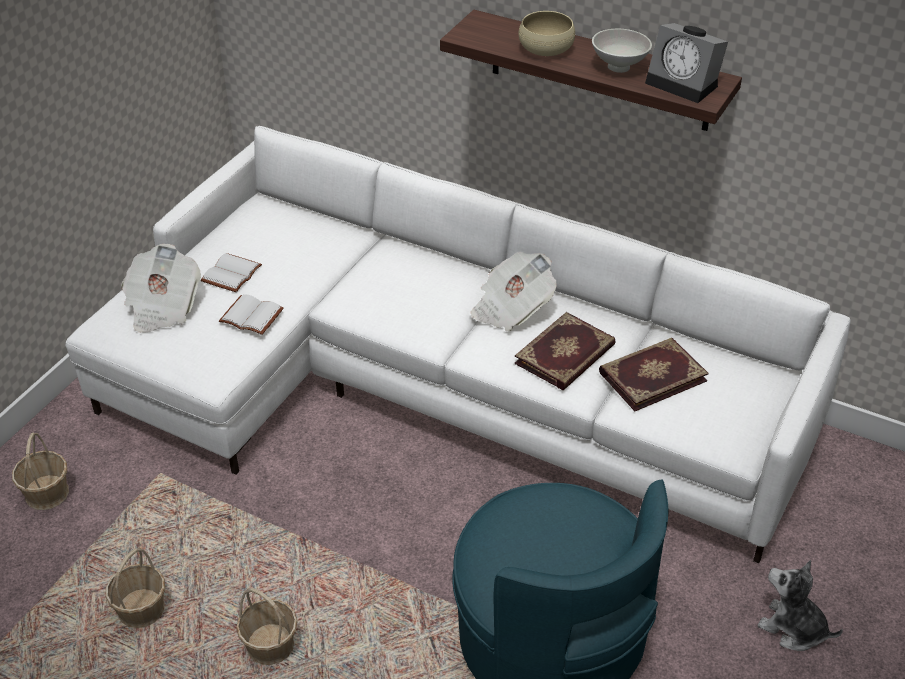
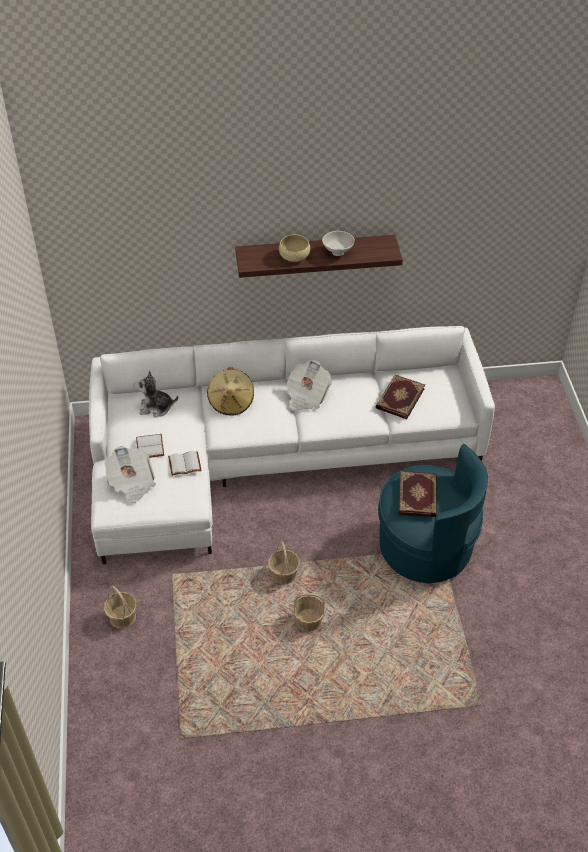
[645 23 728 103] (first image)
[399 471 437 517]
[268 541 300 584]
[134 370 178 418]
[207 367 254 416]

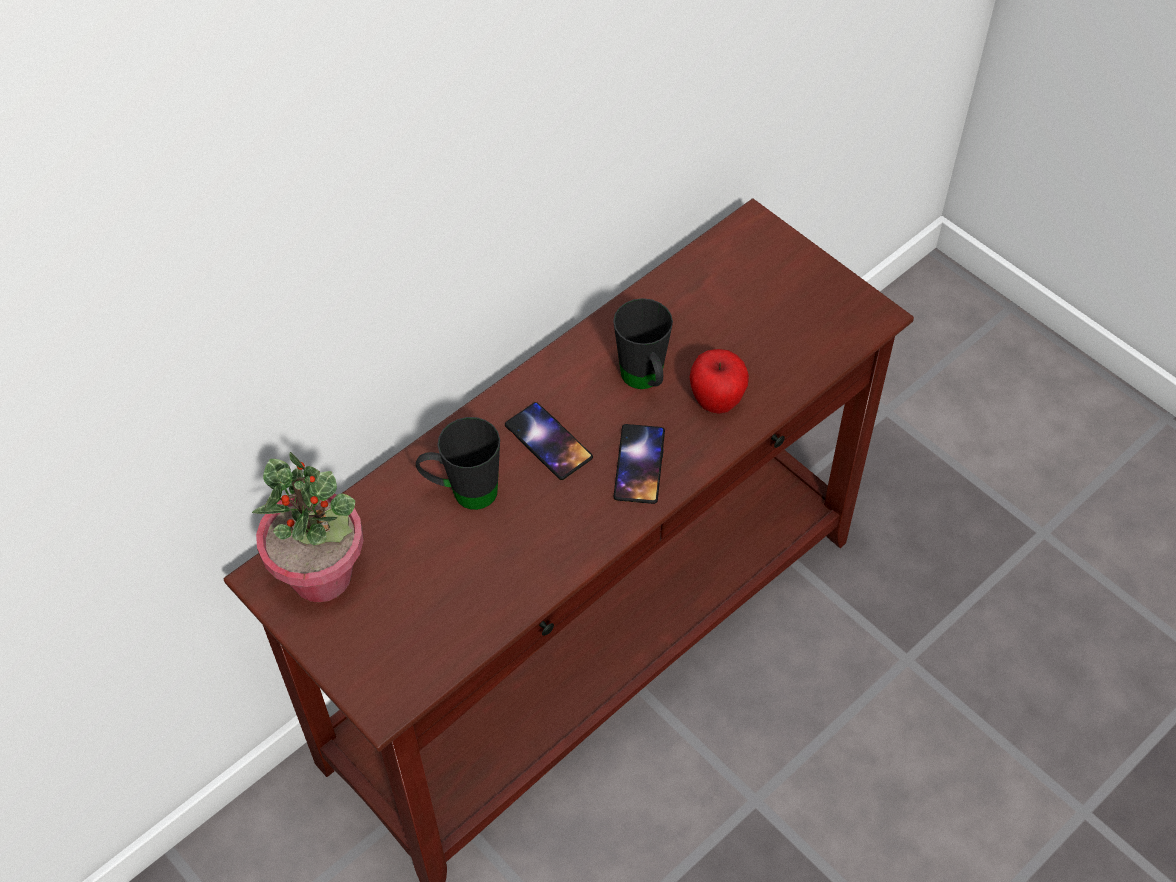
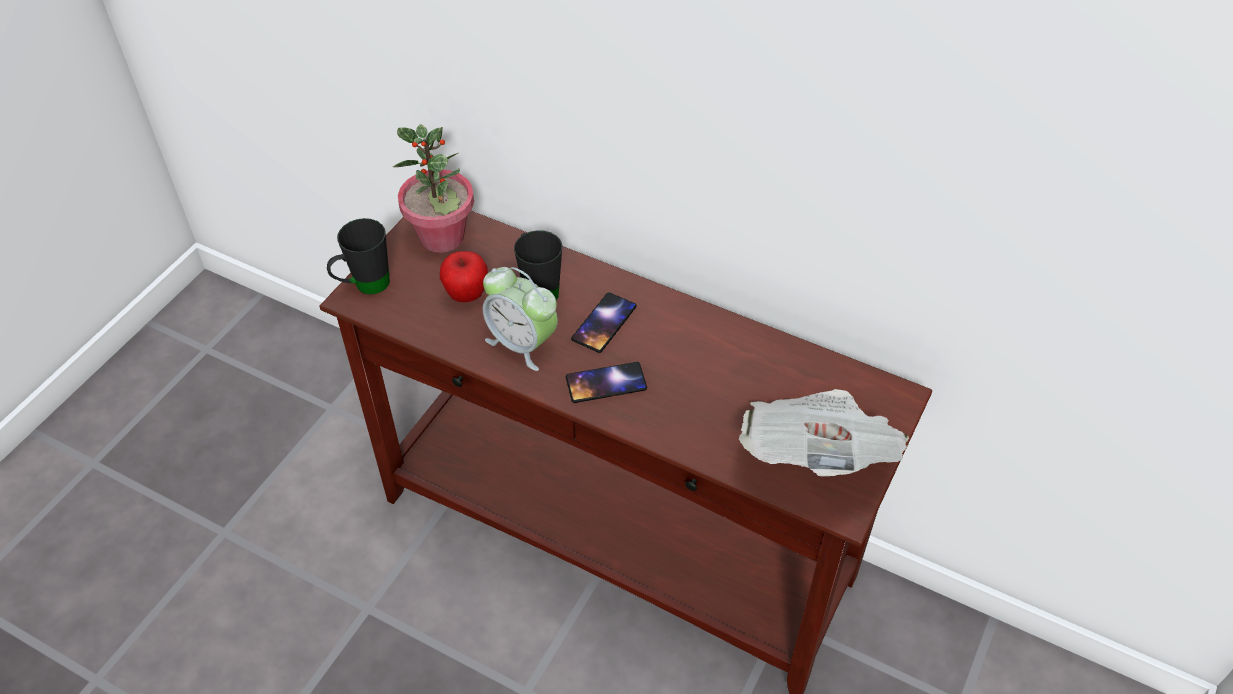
[327 218 390 294]
[440 251 488 302]
[483 267 558 371]
[739 389 909 476]

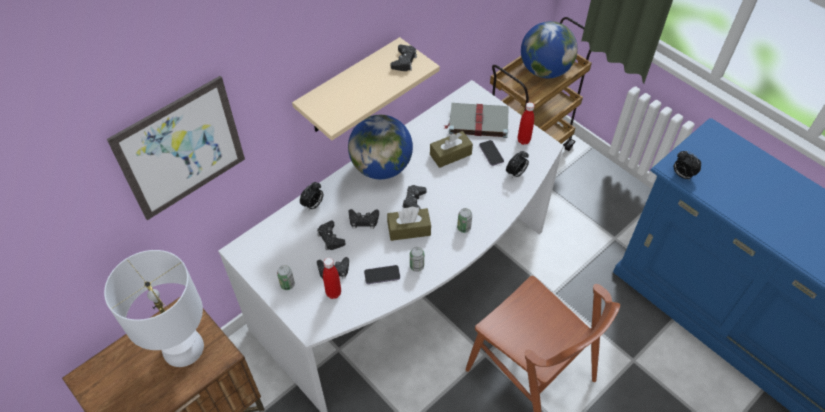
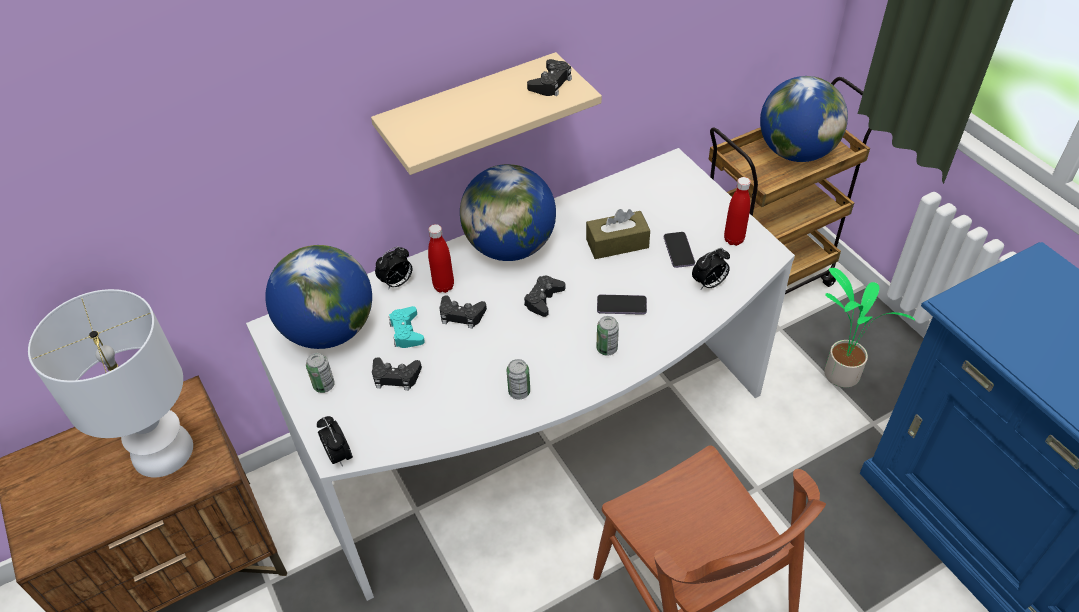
[107 76 245 220] (first image)
[444 103 509 138] (first image)
[317 416 353 467]
[387 207 431 241] (first image)
[389 306 425 348]
[428 224 454 293]
[597 295 647 315]
[265 245 372 349]
[824 268 915 388]

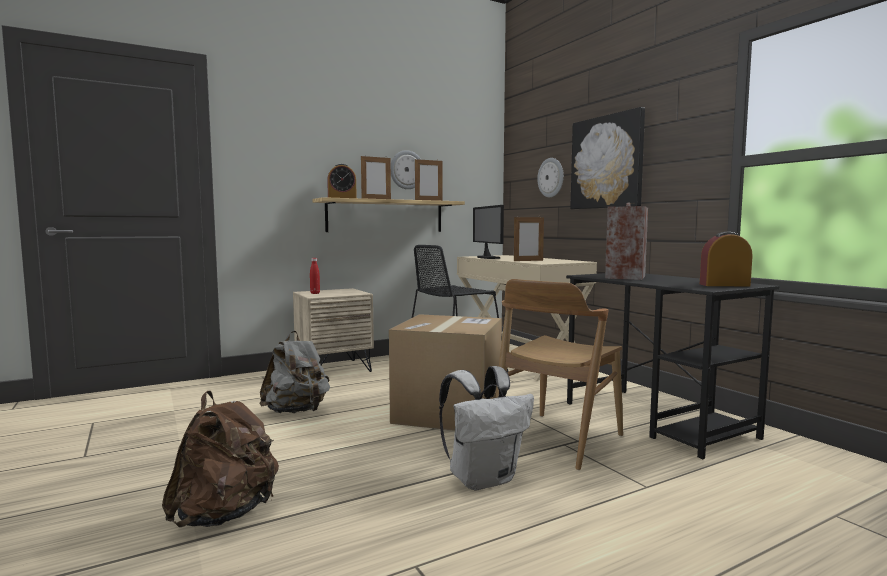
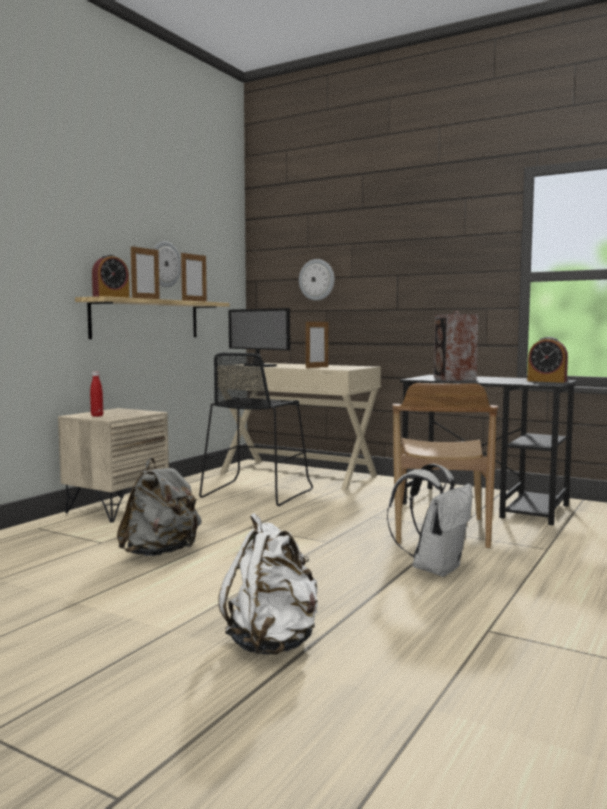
[570 107 645 209] (first image)
[527 337 568 383]
[389 314 502 431] (first image)
[218 513 318 655]

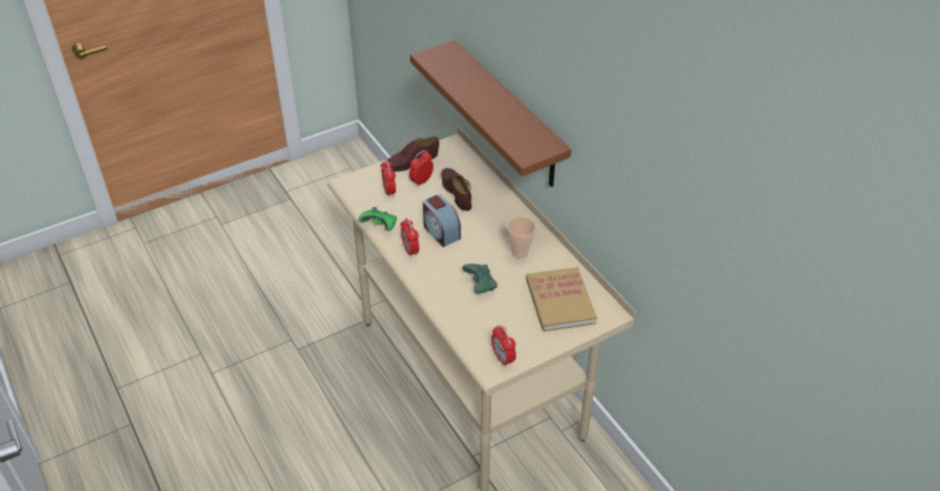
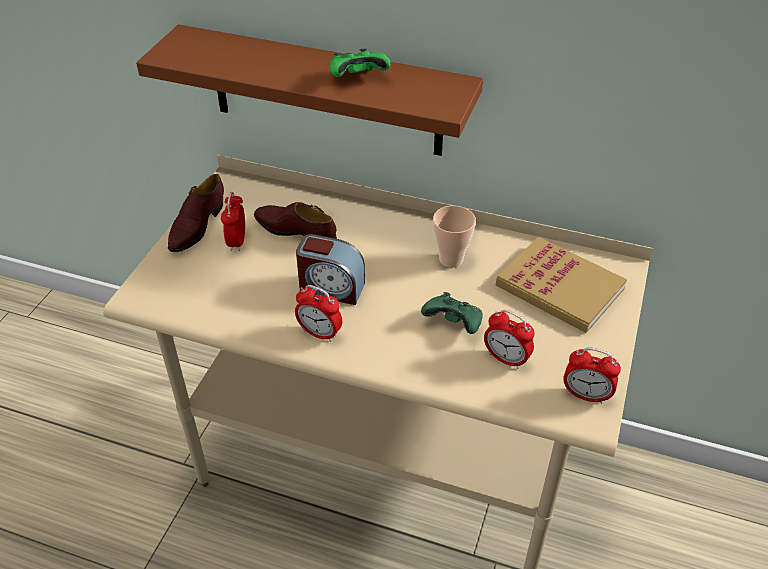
[484 310 534 369]
[330 48 391 77]

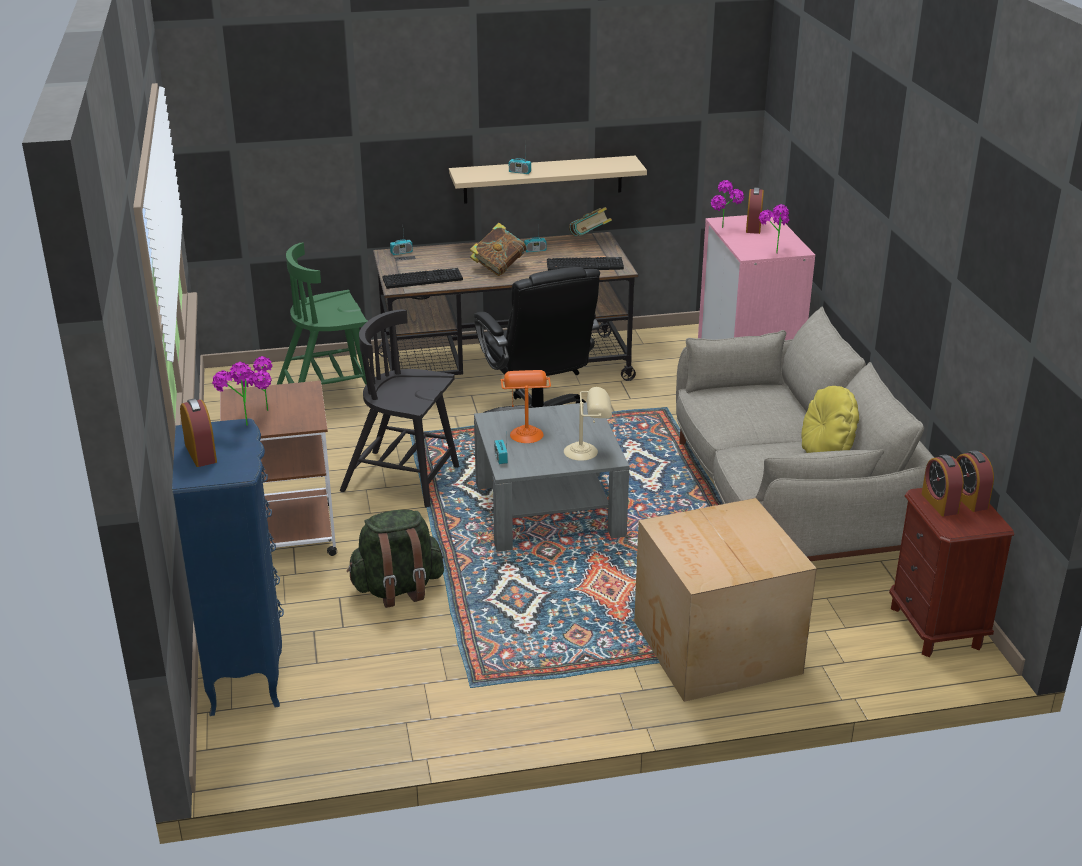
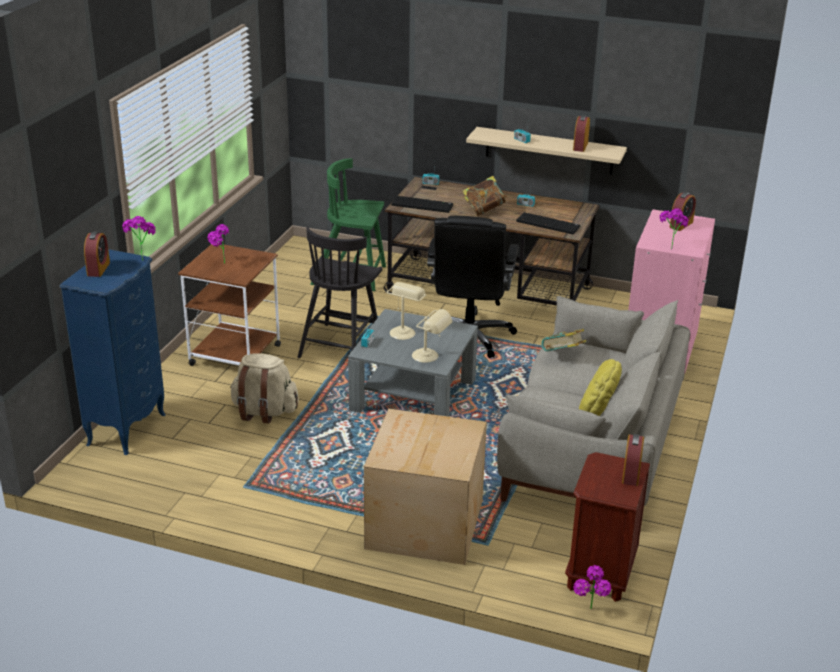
[573 565 611 609]
[541 329 586 352]
[298 227 382 358]
[386 282 426 340]
[573 115 590 152]
[230 353 299 424]

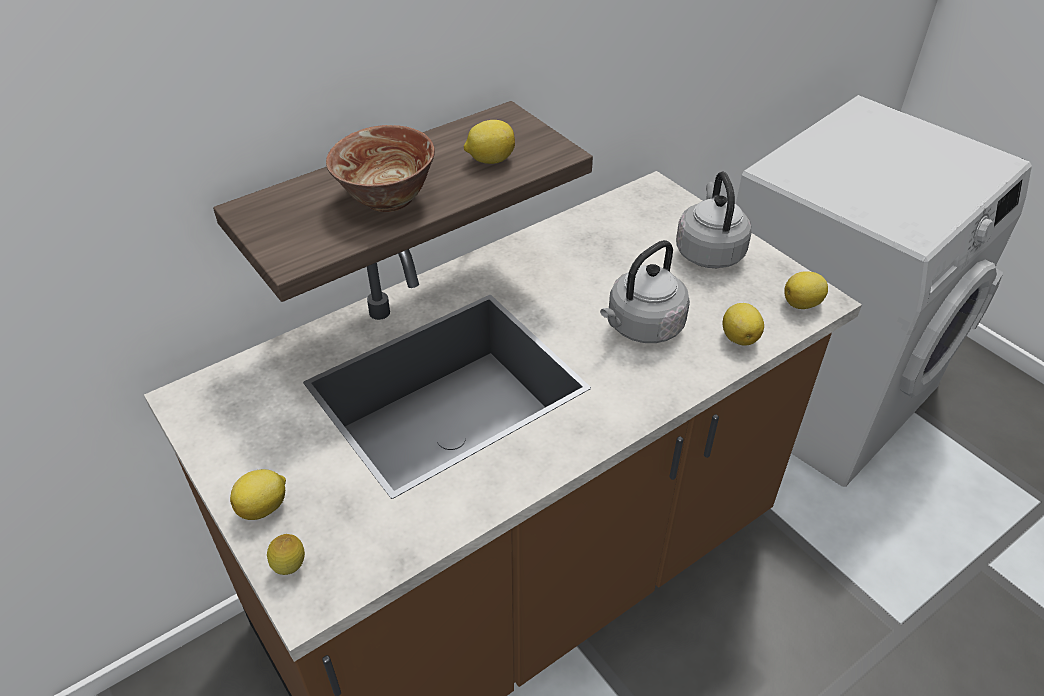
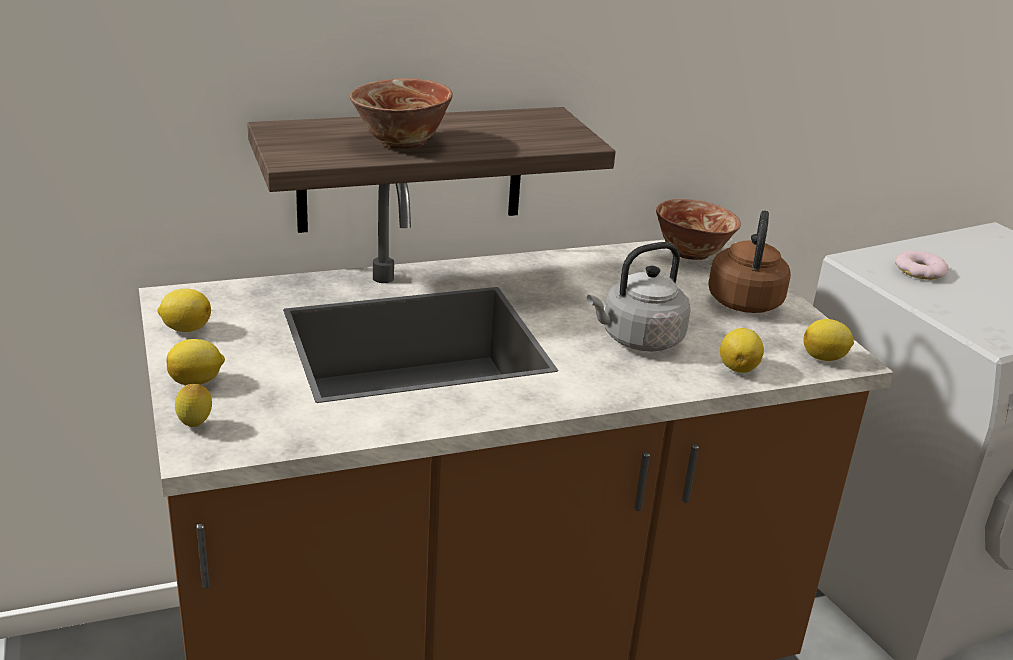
[157 289 211 332]
[708 210 791 313]
[656 199 741 260]
[895 251 949 280]

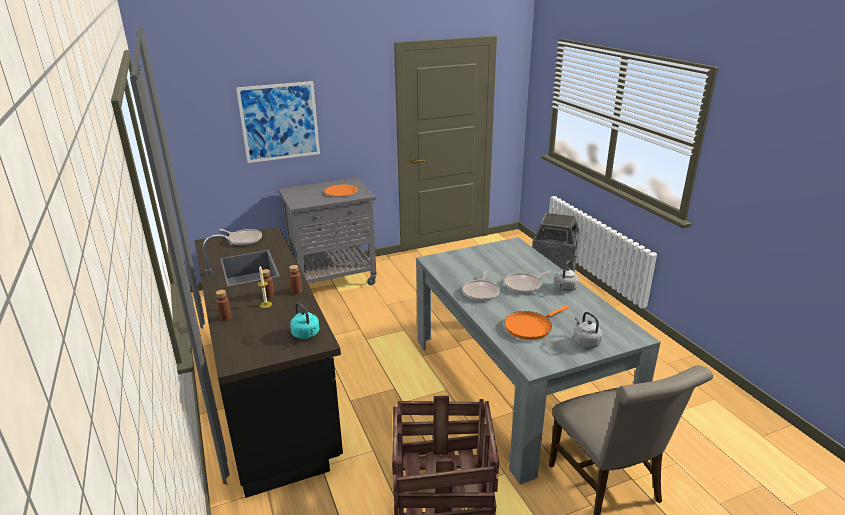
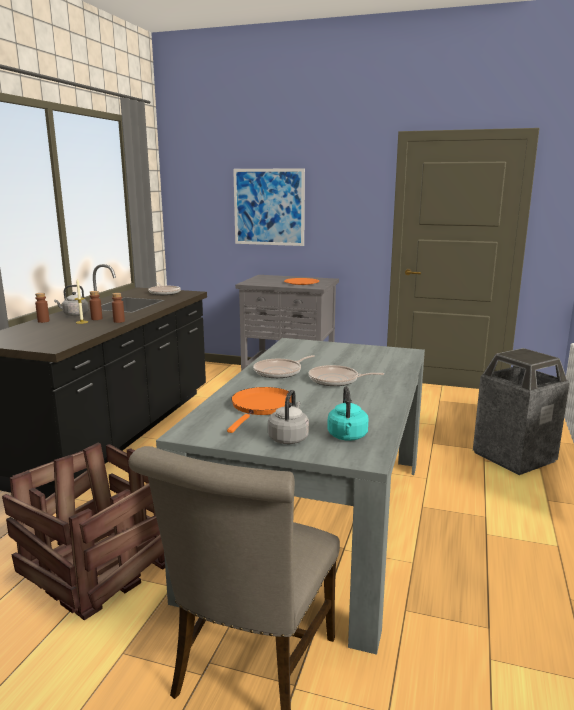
[54 285 89 316]
[327 386 368 441]
[227 387 292 433]

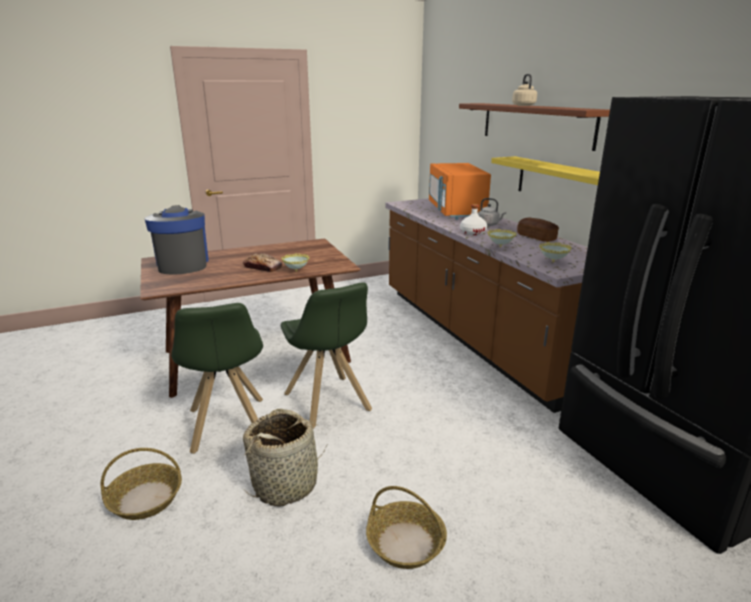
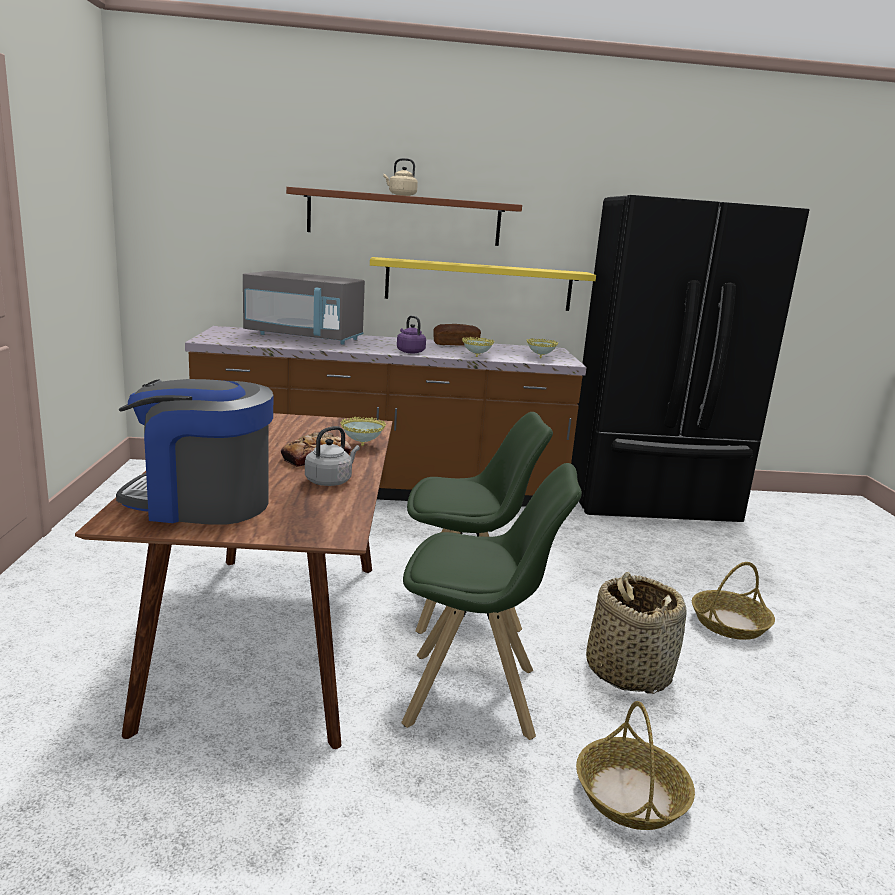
[243 271 365 344]
[305 426 360 486]
[397 316 426 354]

